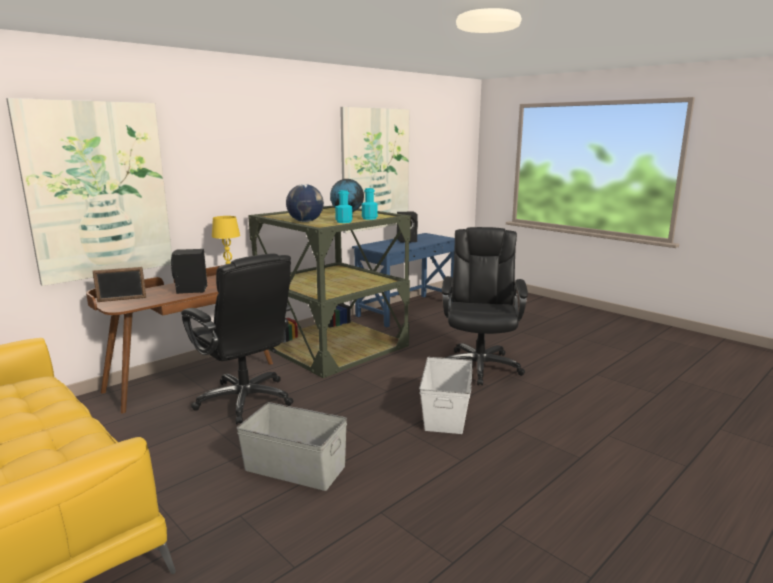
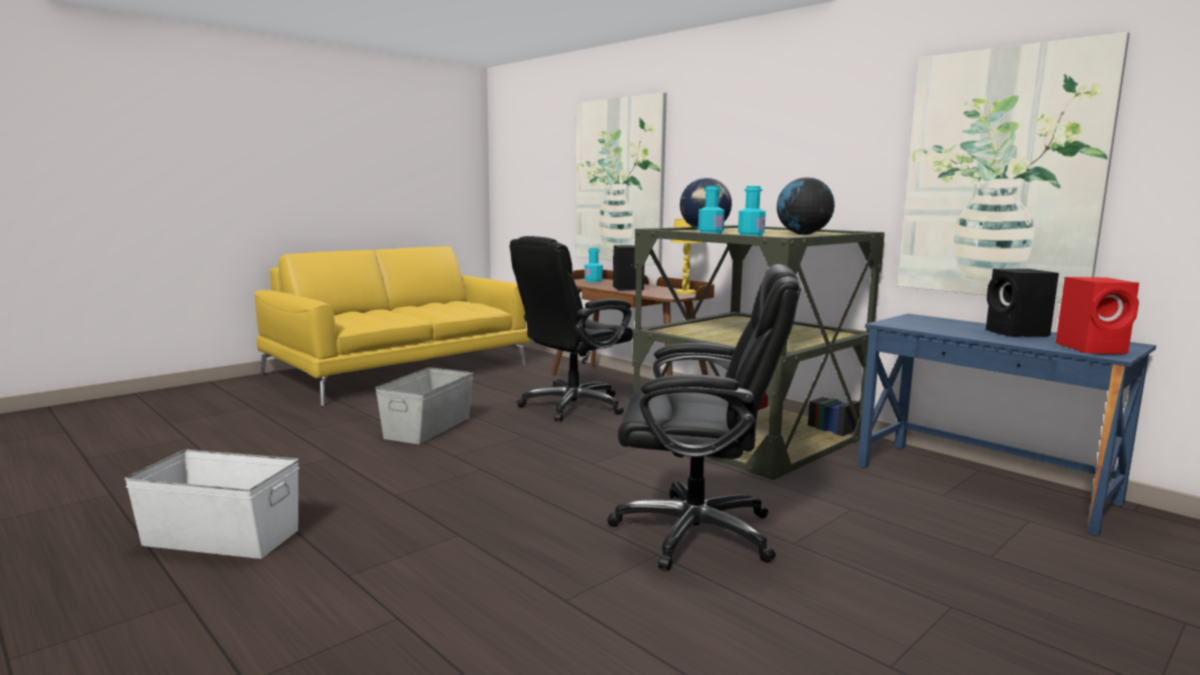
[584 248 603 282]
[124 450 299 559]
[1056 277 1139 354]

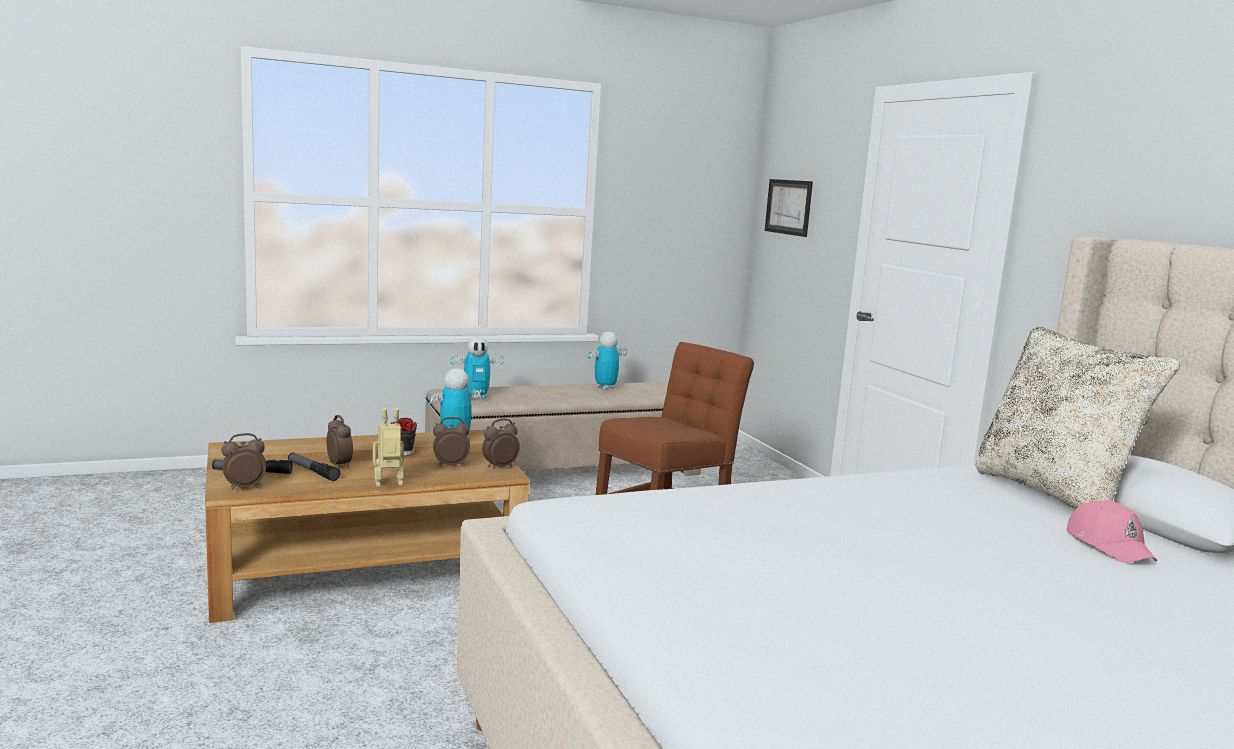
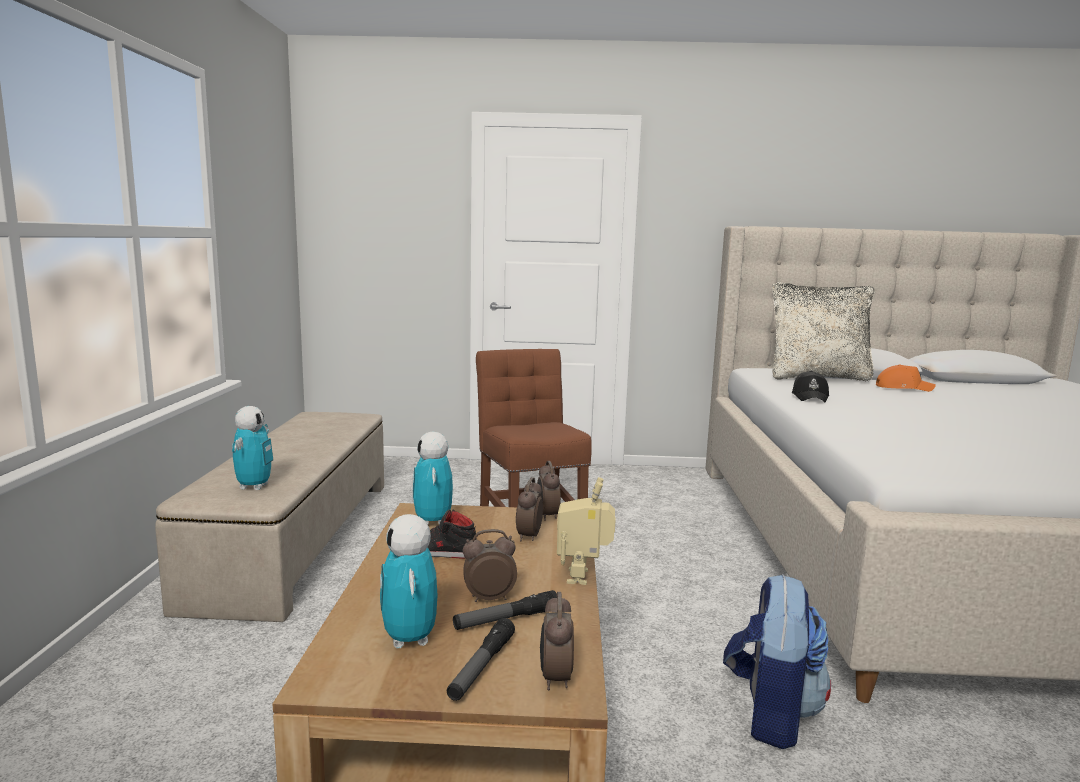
[765 179 813 237] (first image)
[380 514 438 648]
[876 364 936 392]
[792 371 829 402]
[723 574 831 749]

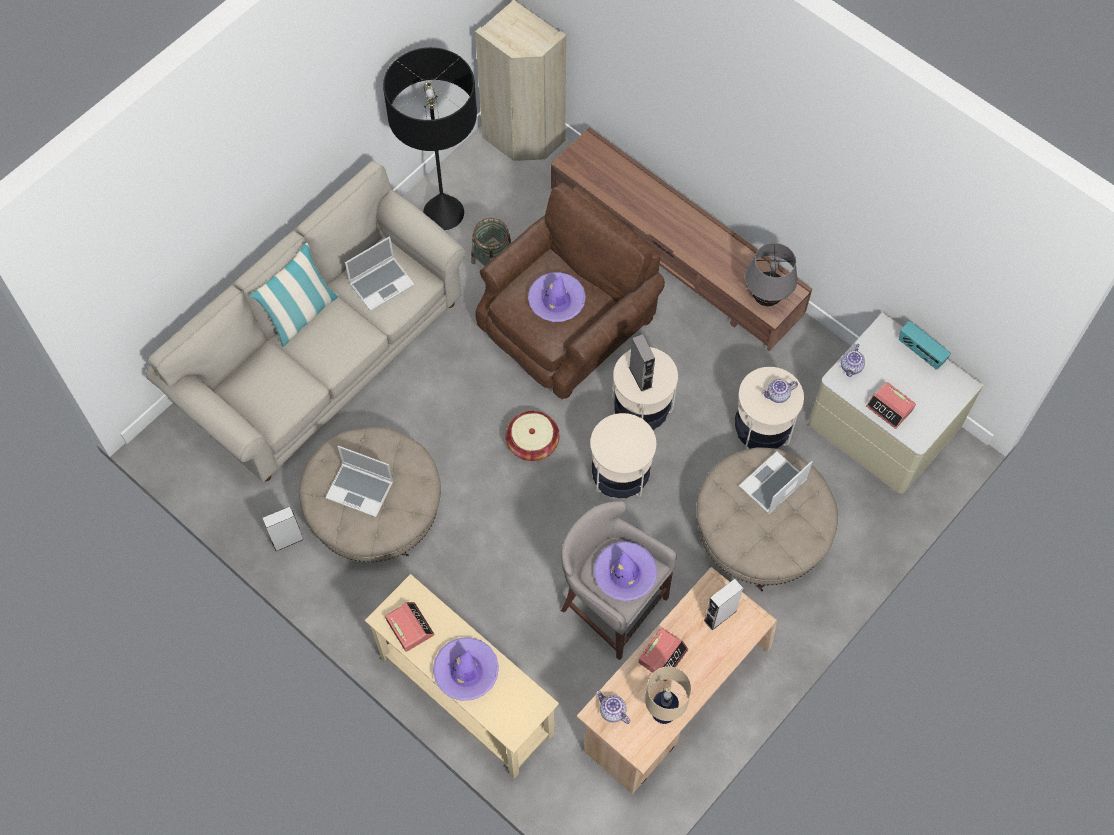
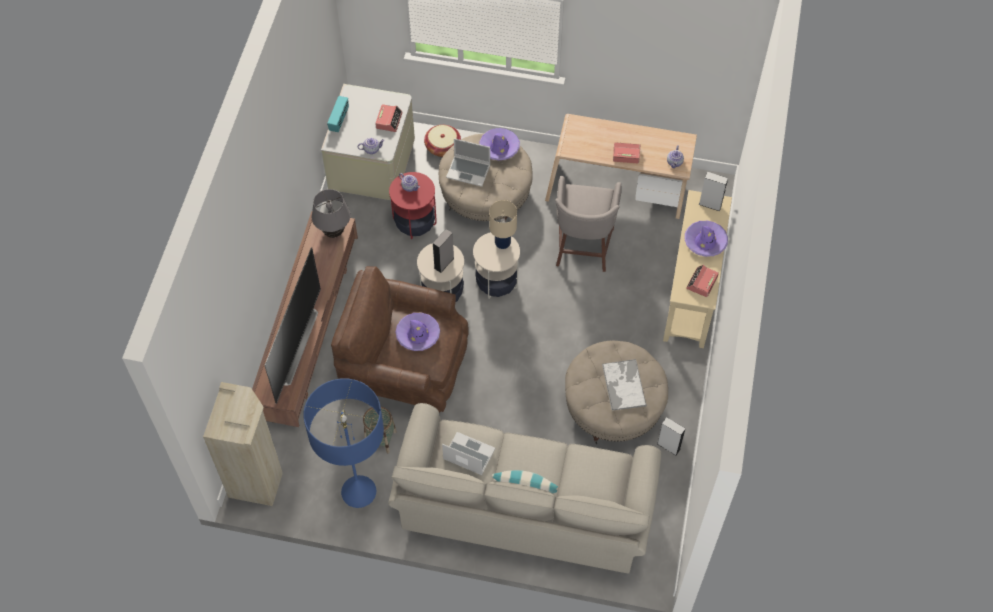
[303 378 384 508]
[389 172 436 239]
[424 125 461 157]
[602 359 647 411]
[480 128 520 160]
[699 172 728 211]
[489 200 517 249]
[264 247 321 404]

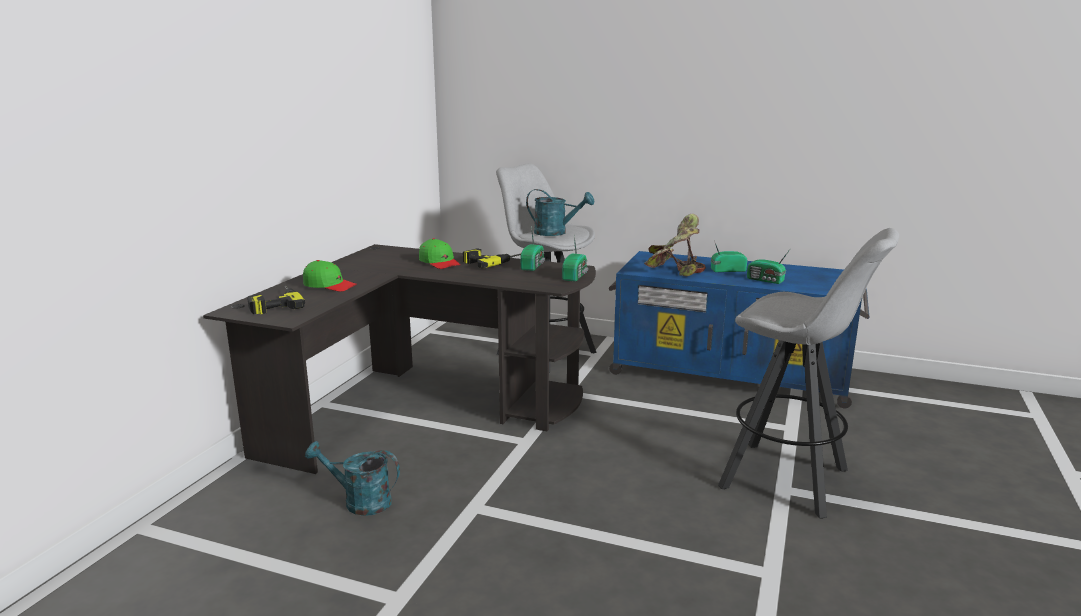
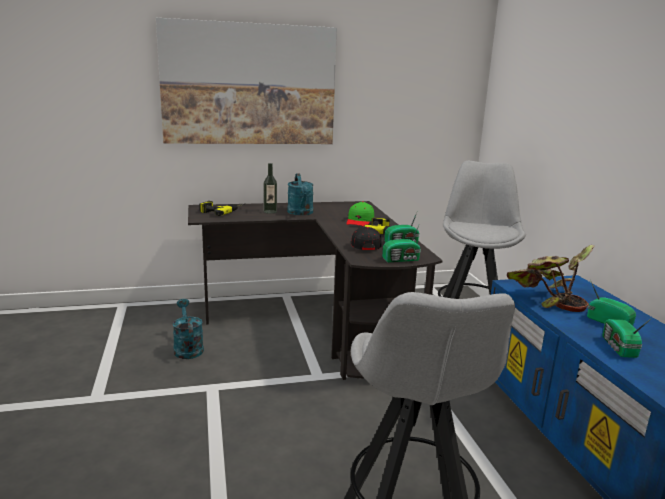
[287 174 313 215]
[264 163 277 214]
[156 18 337 144]
[351 227 382 250]

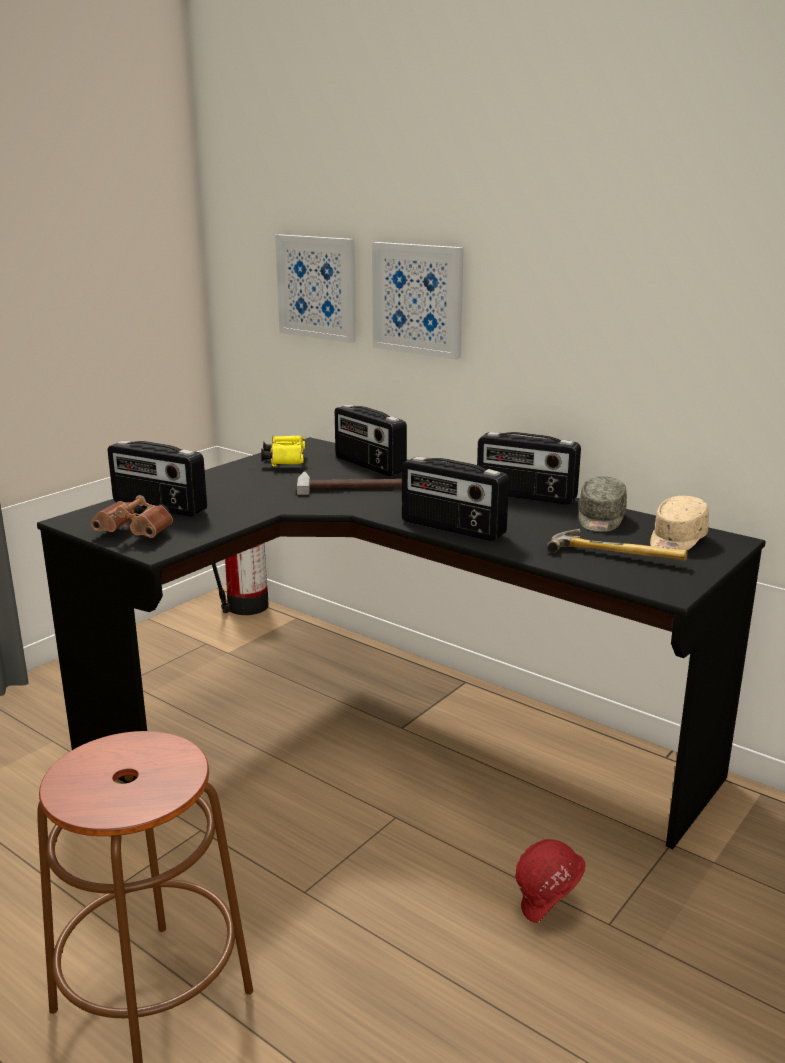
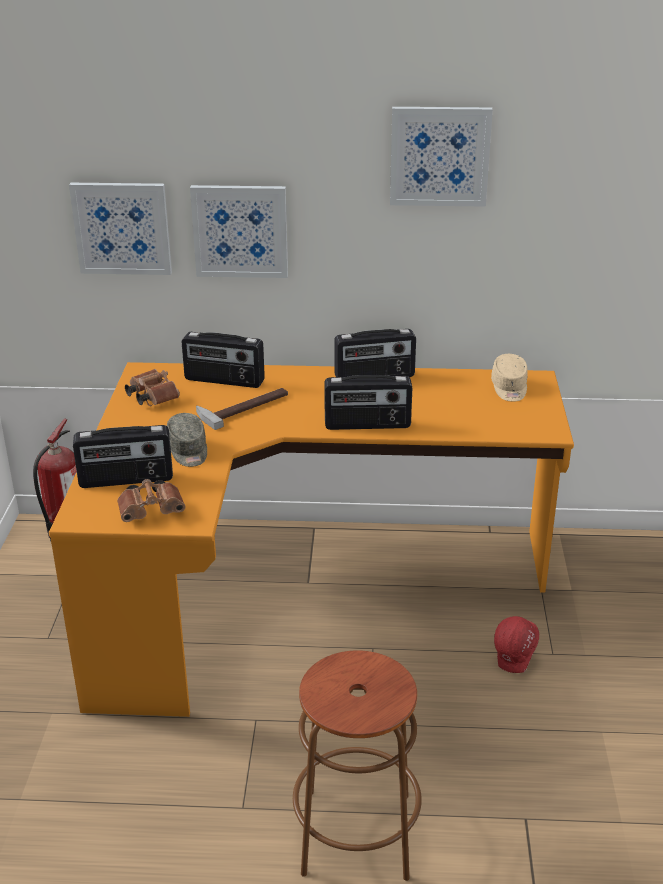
[125 369 180 406]
[49 362 574 717]
[167 413 207 467]
[547 529 687 561] (first image)
[390 107 493 207]

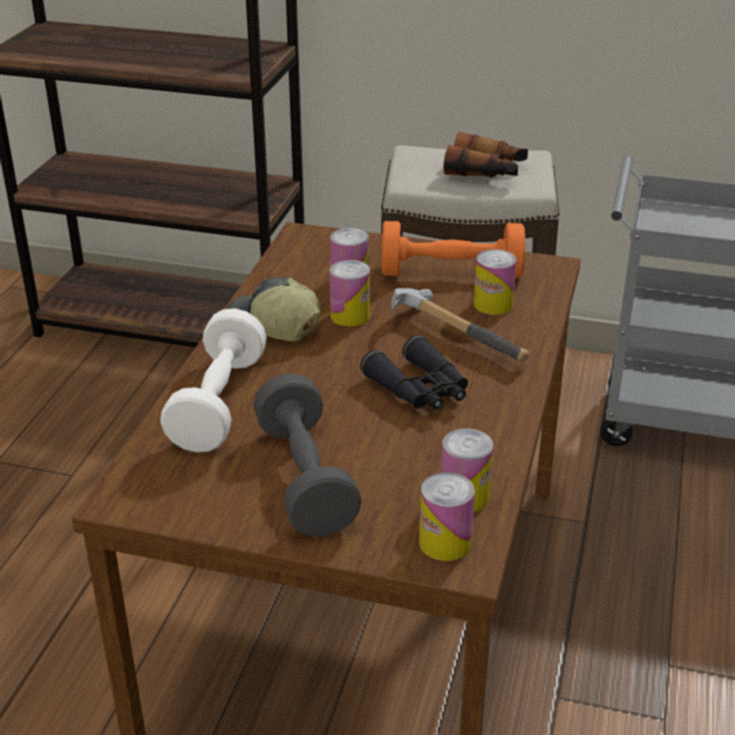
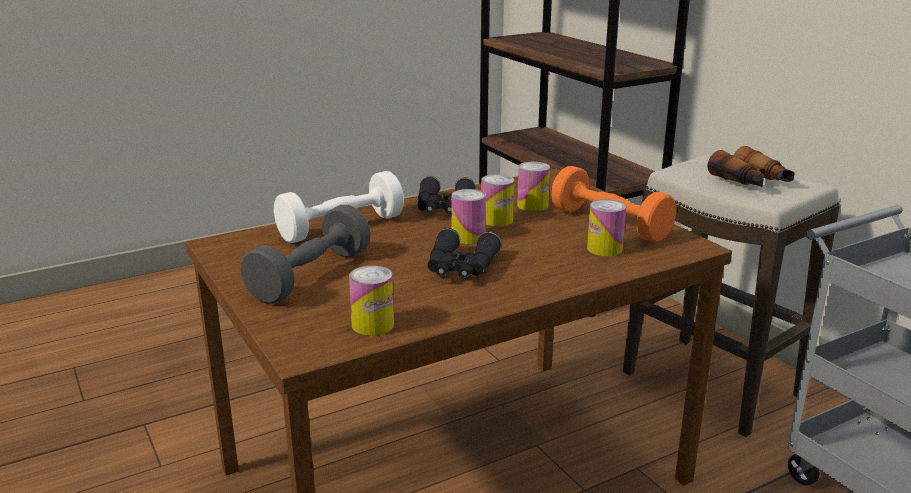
[417 176 476 214]
[391 288 529 362] (first image)
[452 189 486 244]

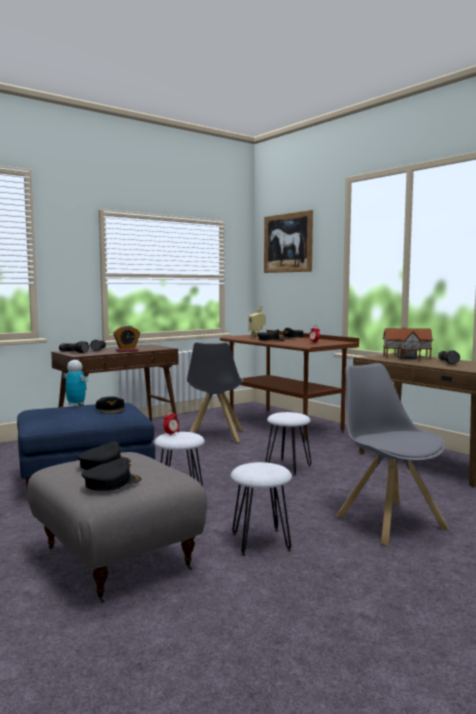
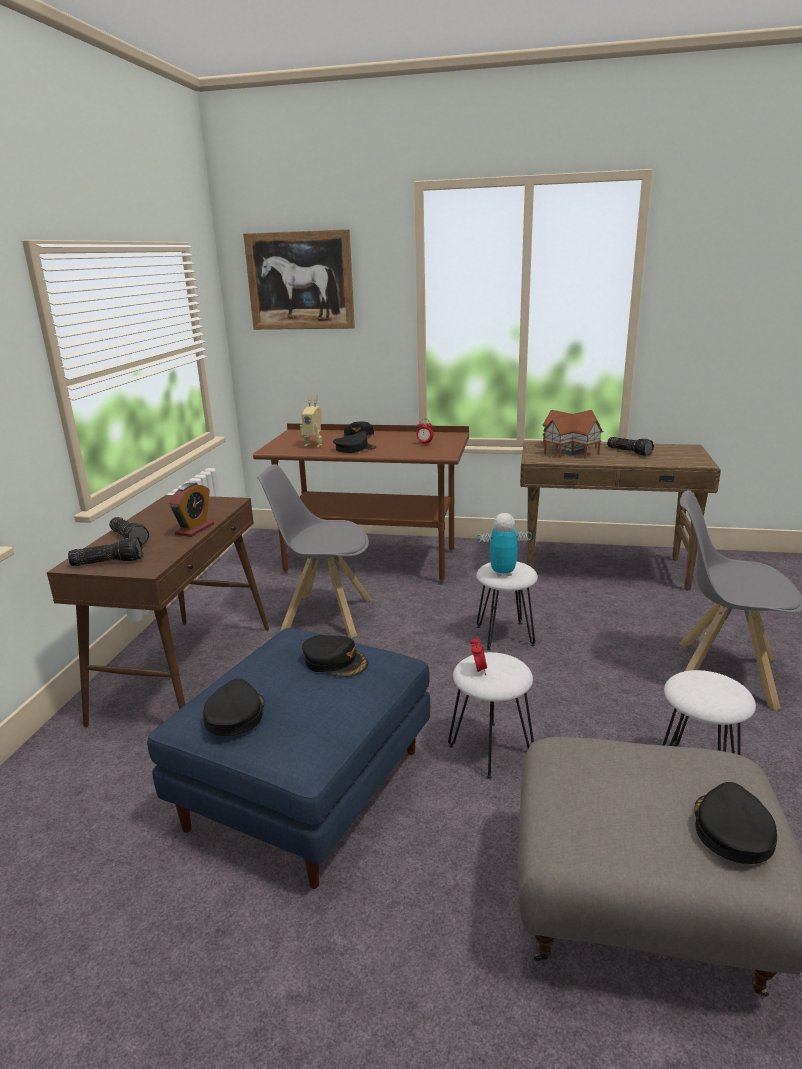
[257 464 372 638]
[476 513 532 576]
[203 678 265 736]

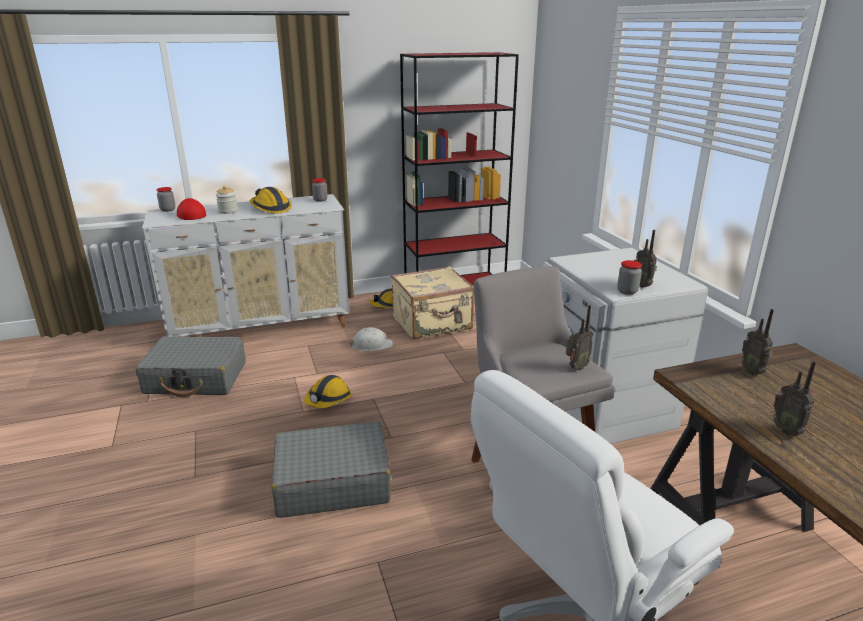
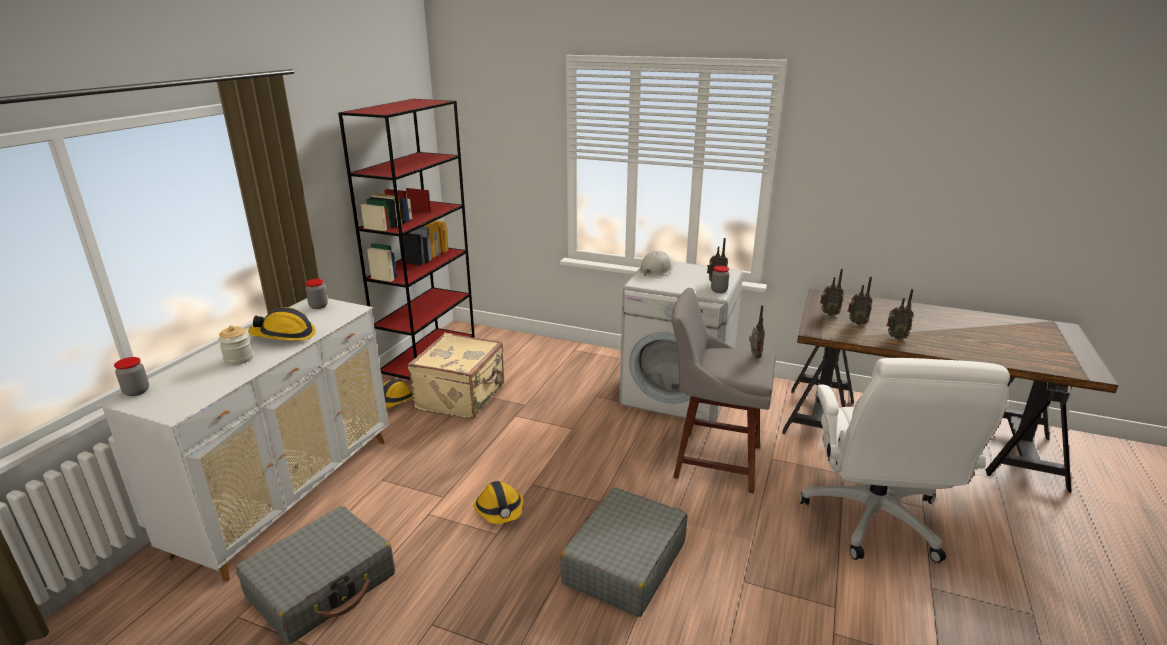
[177 198 206 220] (first image)
[639 250 674 276]
[848 276 872 325]

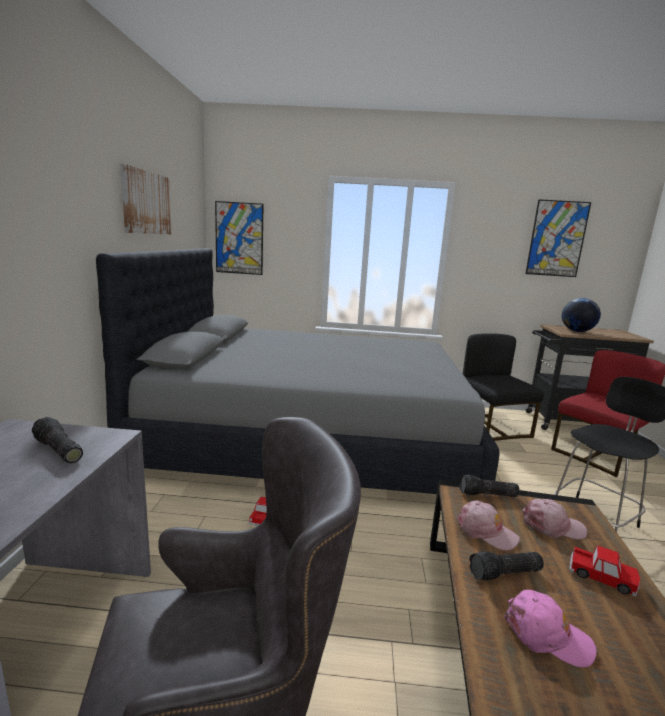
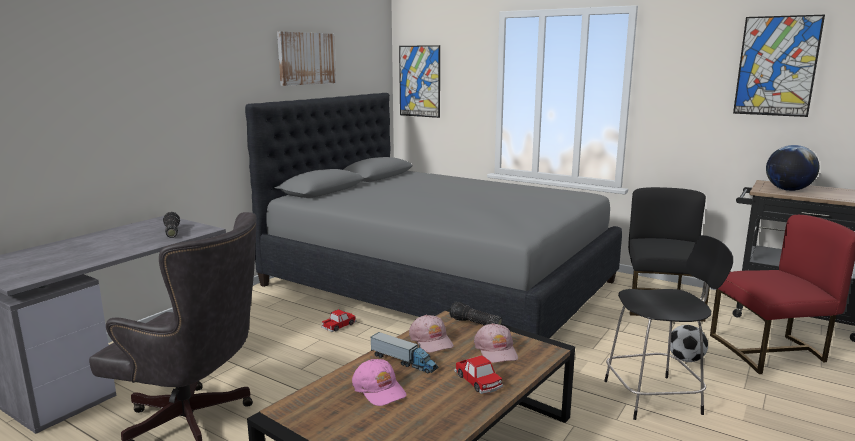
[474 323 518 363]
[371 332 438 373]
[668 325 708 362]

